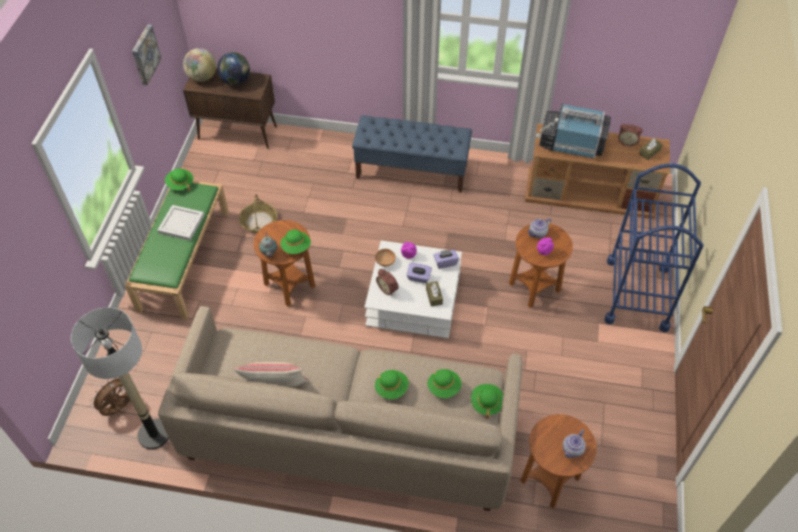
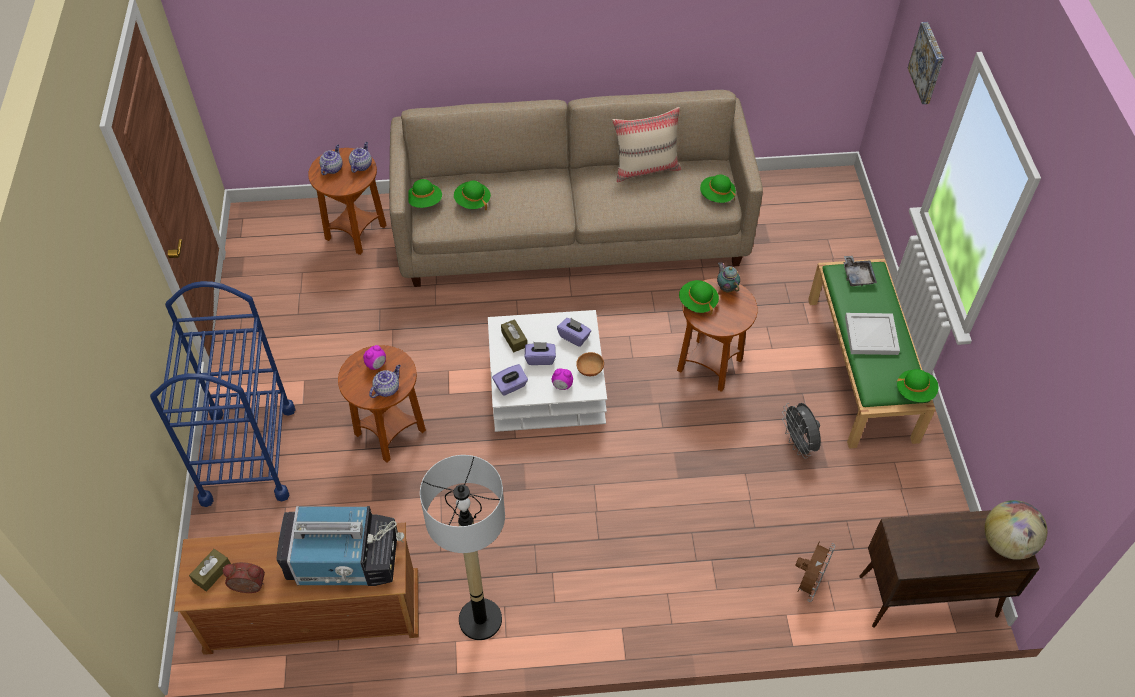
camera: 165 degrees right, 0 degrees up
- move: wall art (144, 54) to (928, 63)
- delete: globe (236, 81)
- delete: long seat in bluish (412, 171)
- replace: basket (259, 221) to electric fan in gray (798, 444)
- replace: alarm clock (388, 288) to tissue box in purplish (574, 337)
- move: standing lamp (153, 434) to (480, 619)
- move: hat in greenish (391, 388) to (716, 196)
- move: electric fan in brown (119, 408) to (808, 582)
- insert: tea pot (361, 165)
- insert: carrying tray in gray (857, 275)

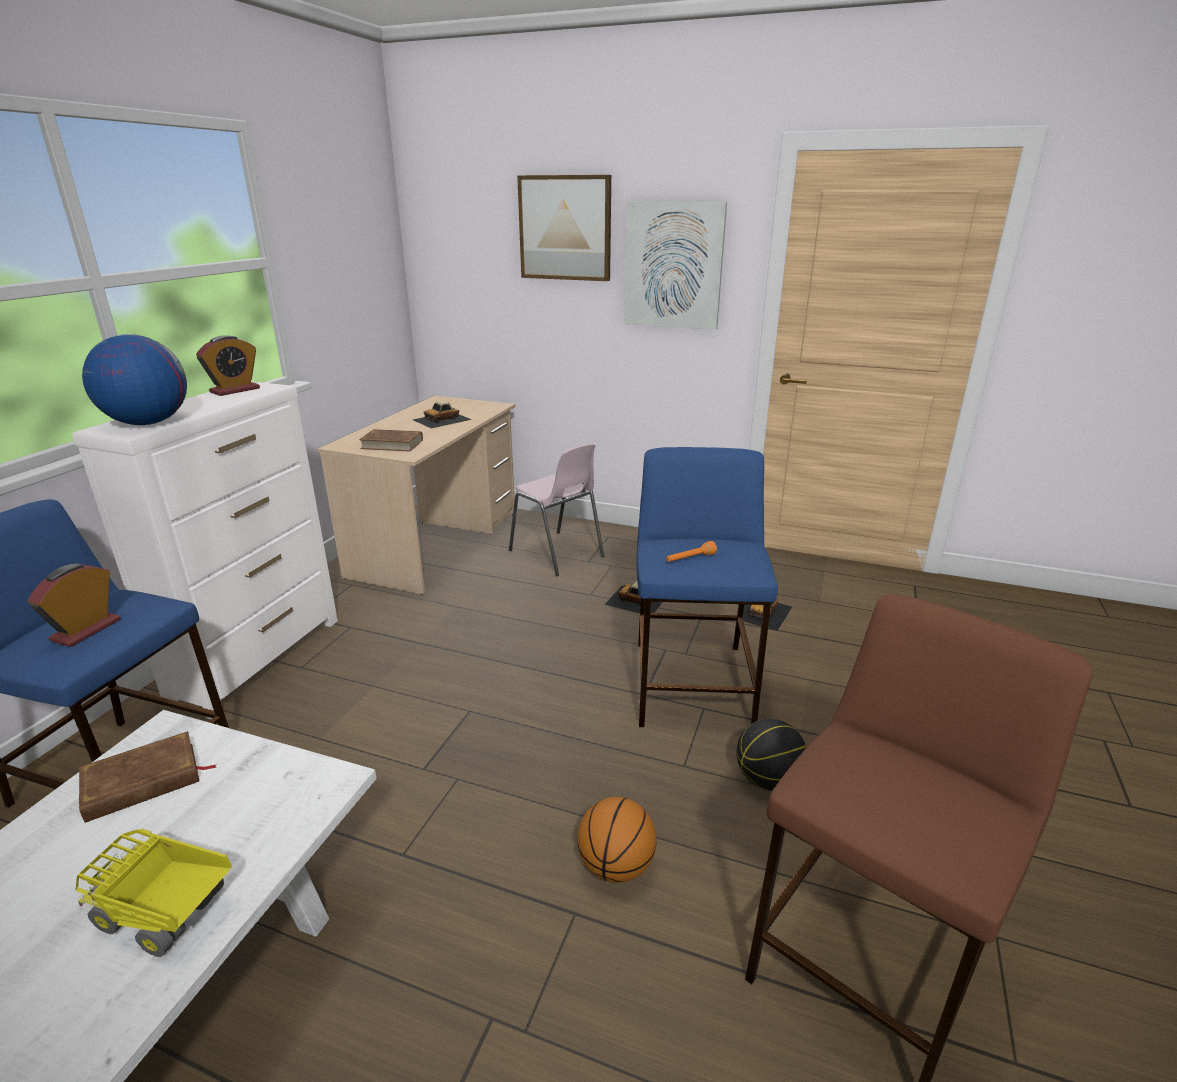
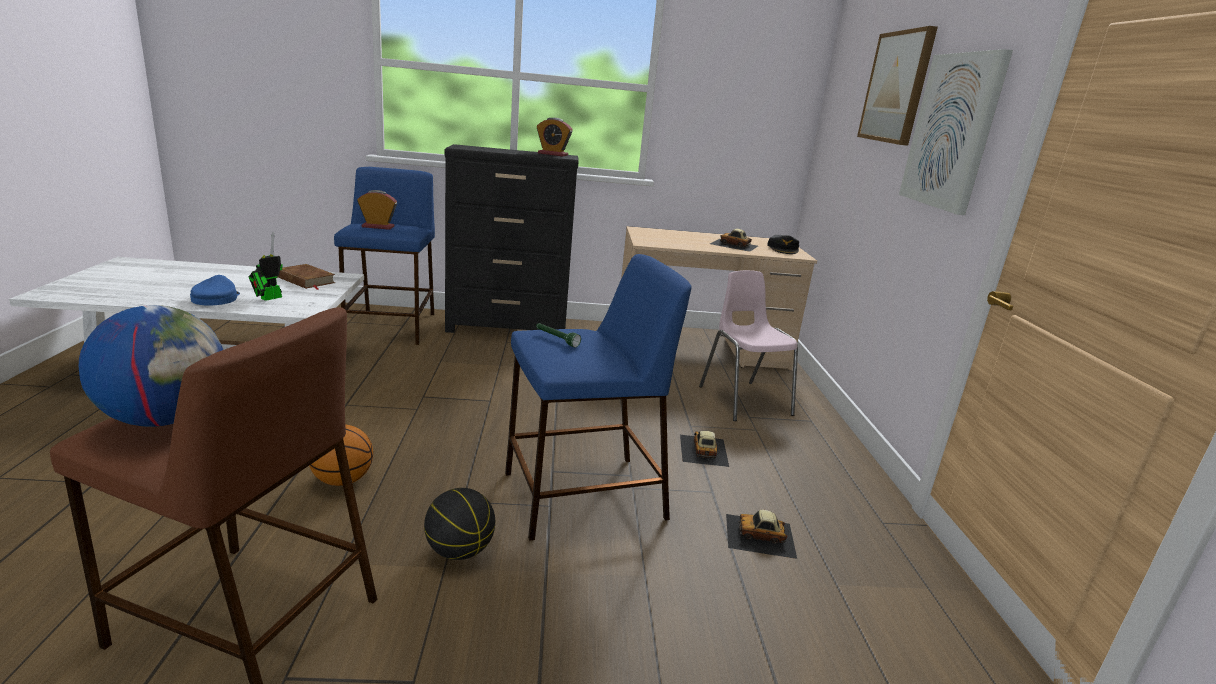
camera: 65 degrees right, 5 degrees down
- move: globe (147, 423) to (165, 419)
- recolor: drawer chest in white (260, 658) to drawer chest in black-coloured (508, 329)
- delete: volume in brown (392, 444)
- rotate: chair in pink (557, 554) = (744, 400) 135 degrees clockwise
- recolor: flashlight in orangey (690, 559) to flashlight in greenish (556, 339)
- replace: model truck (165, 914) to cap in bluish (215, 298)
- insert: toy robot (268, 298)
- insert: cap in black-coloured (783, 249)

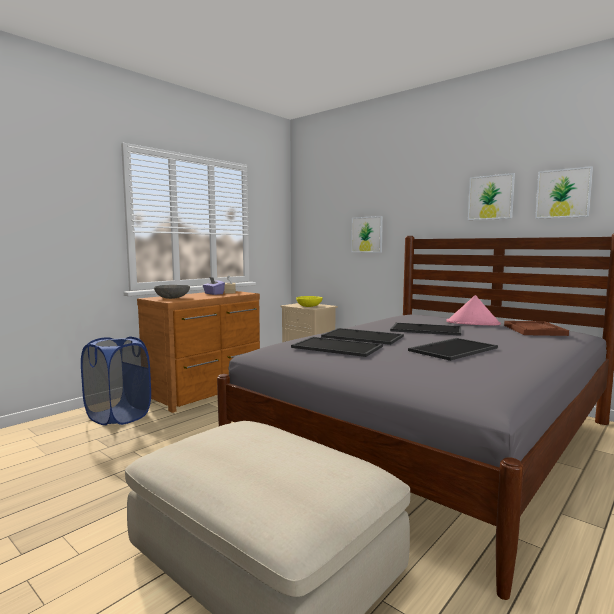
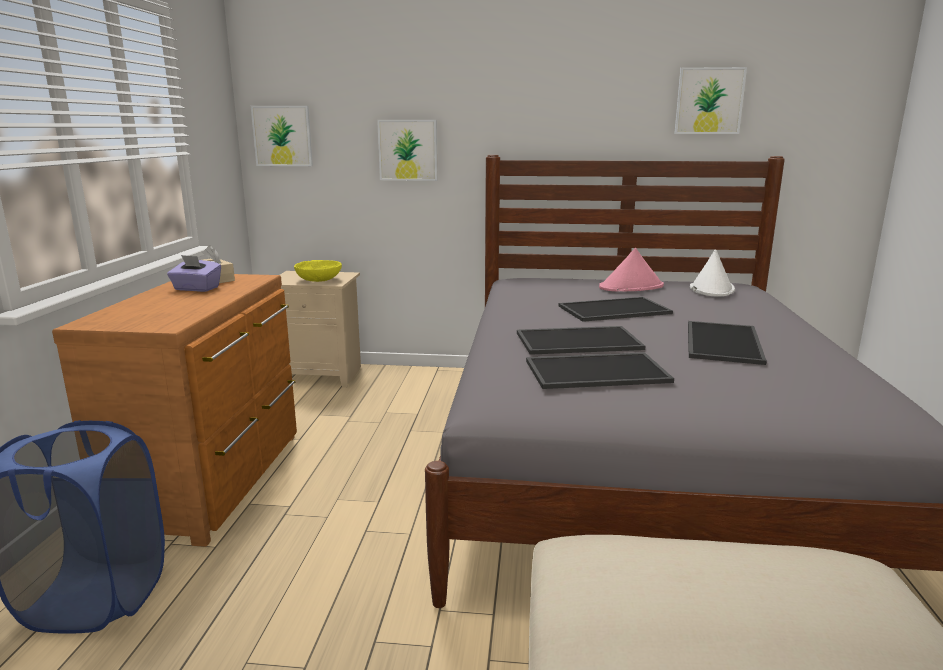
camera: 35 degrees left, 10 degrees up
- move: wall art (491, 197) to (282, 136)
- delete: serving bowl in gray (172, 298)
- replace: carrying tray in brown (534, 330) to hat in white (711, 289)

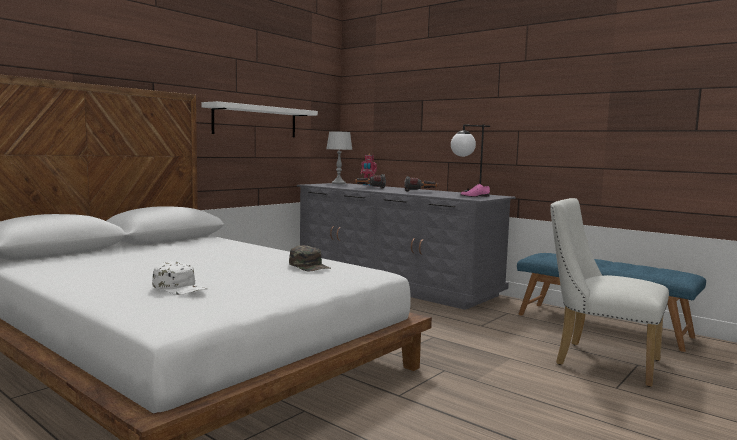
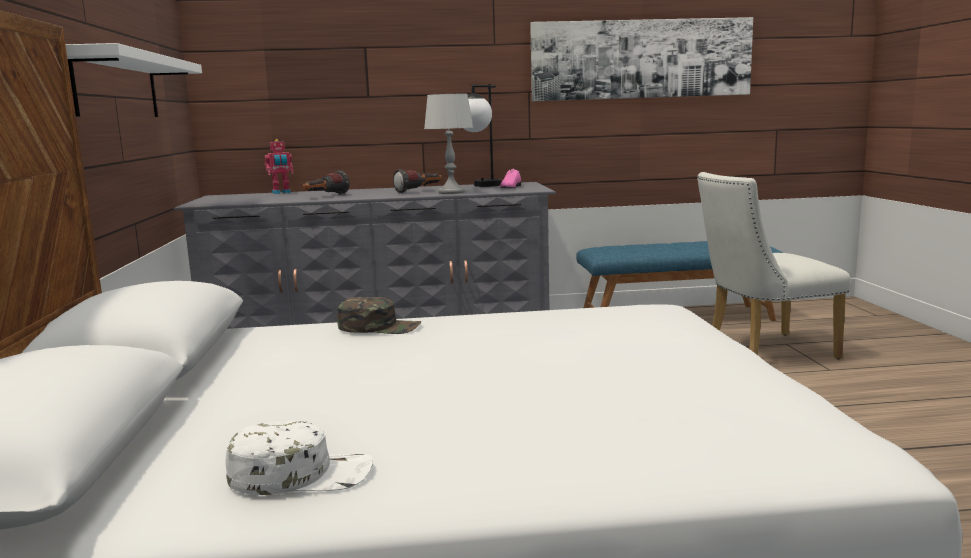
camera: 45 degrees left, 5 degrees up
- move: table lamp in gray (338, 183) to (451, 192)
- move: cap in greenish (309, 266) to (379, 327)
- move: cap in white (179, 287) to (301, 474)
- insert: wall art (641, 59)

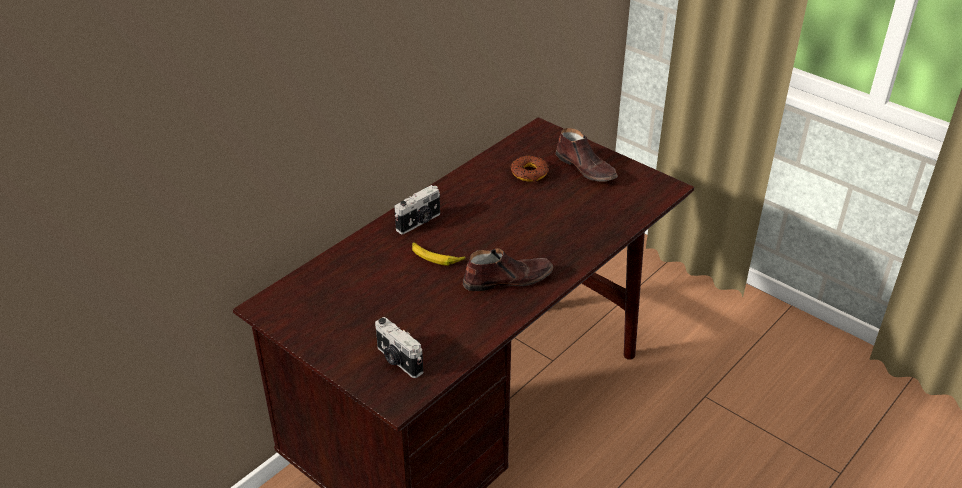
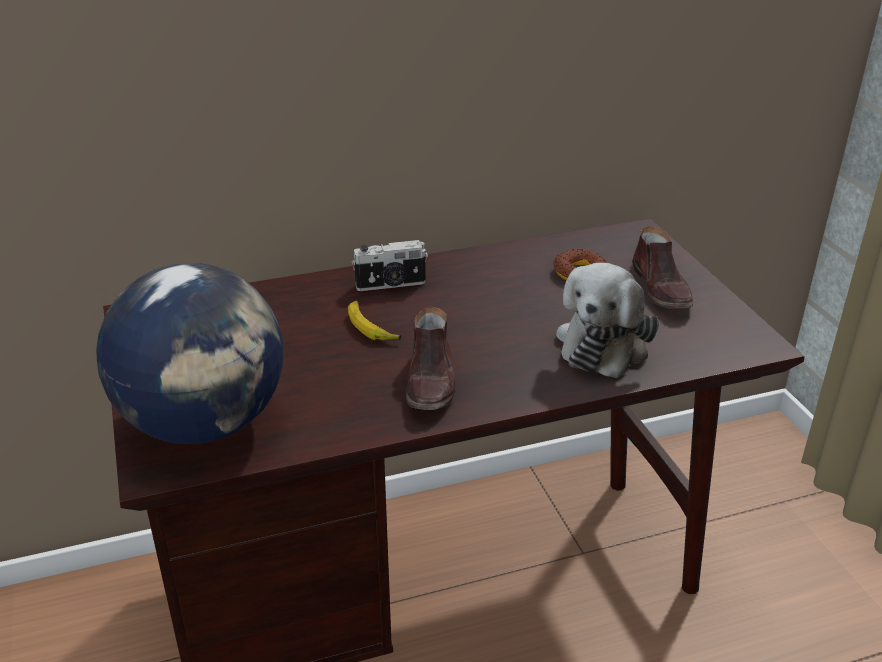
camera: 30 degrees right, 5 degrees down
- rotate: shoe in brown (507, 279) = (431, 381) 75 degrees clockwise
- replace: photo camera (398, 361) to globe (204, 424)
- insert: cuddly toy (605, 342)

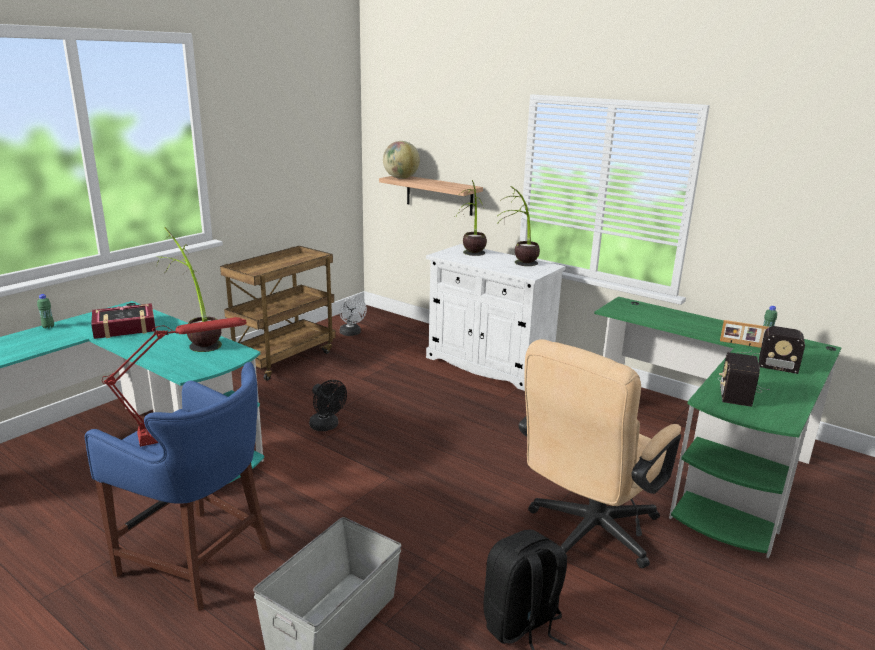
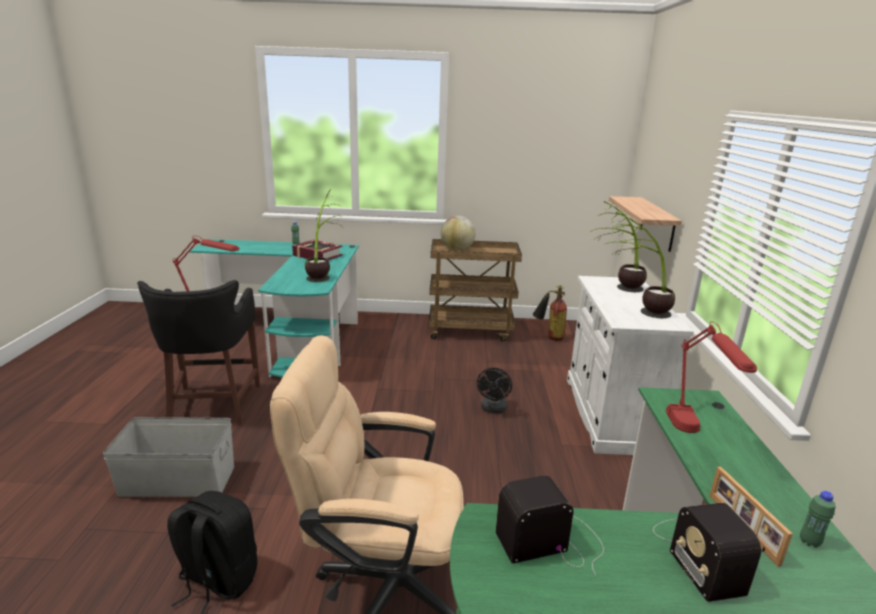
camera: 55 degrees right, 0 degrees up
- move: globe (401, 178) to (457, 250)
- replace: electric fan in white (351, 333) to extinguisher (549, 337)
- recolor: sitting stool in bluish (200, 560) to sitting stool in black-coloured (213, 406)
- move: electric fan in black-coloured (327, 426) to (493, 409)
- insert: table lamp in red (692, 436)

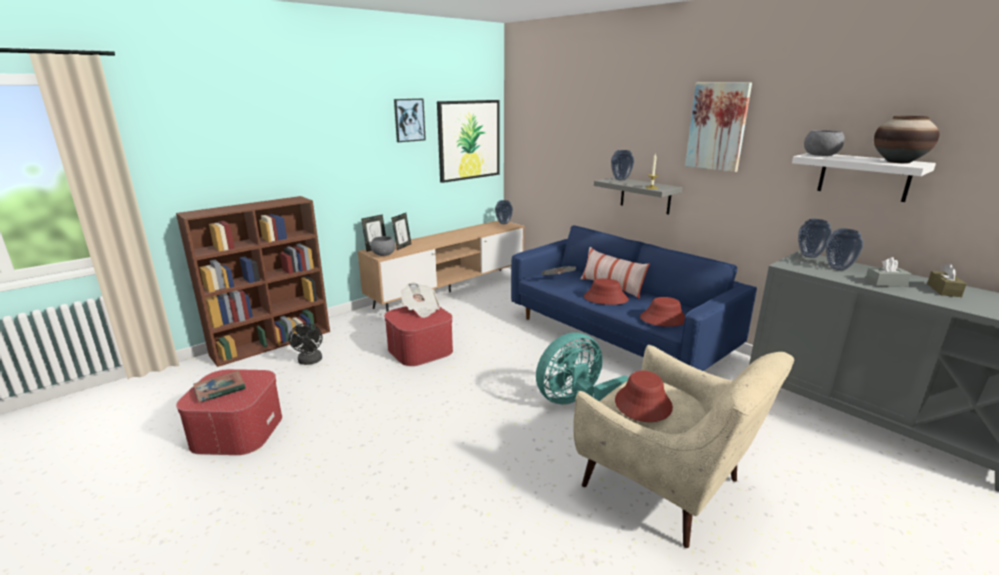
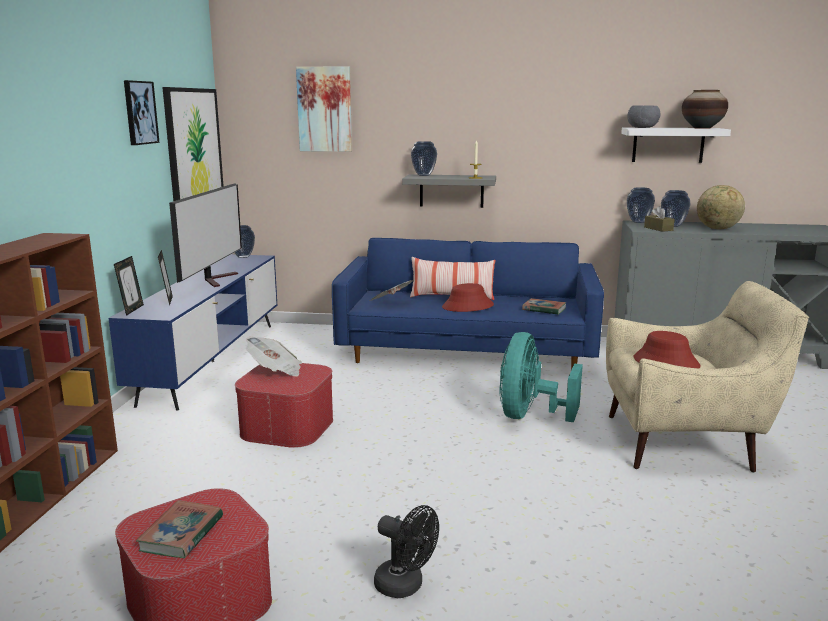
camera: 40 degrees left, 5 degrees down
- move: wall art (717, 126) to (325, 109)
- recolor: tv stand in brown (450, 291) to tv stand in bluish (213, 361)
- delete: serving bowl in gray (384, 254)
- replace: tissue box in gray (885, 283) to globe (717, 229)
- move: tissue box in brown (943, 290) to (658, 229)
- replace: hat in red (663, 319) to volume (544, 309)
- move: electric fan in black-coloured (310, 361) to (405, 586)
- insert: TV (216, 279)

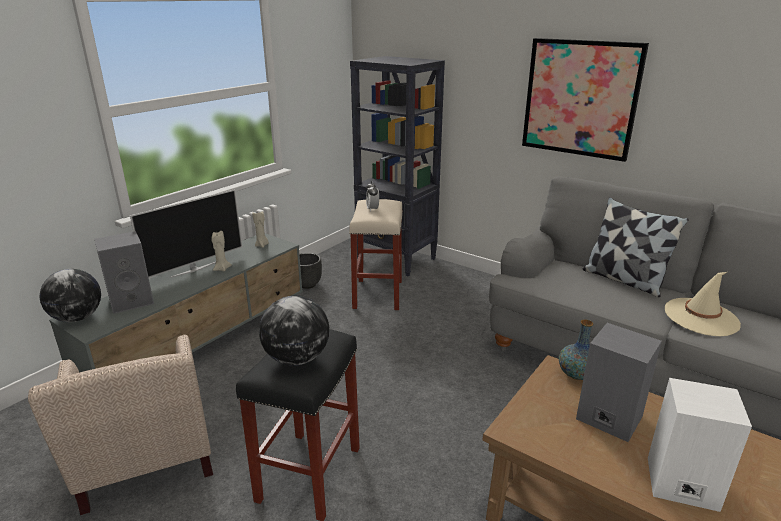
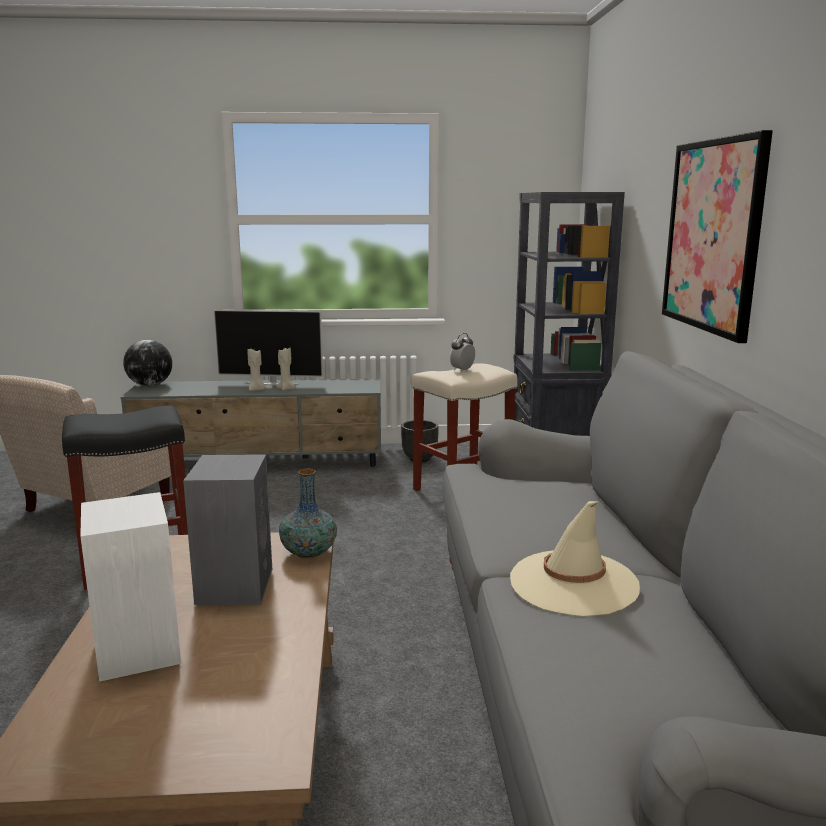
camera: 50 degrees right, 10 degrees down
- delete: pillow (624, 280)
- move: wax candle in beige (262, 245) to (256, 390)
- delete: audio speaker in gray (132, 300)
- delete: globe (297, 358)

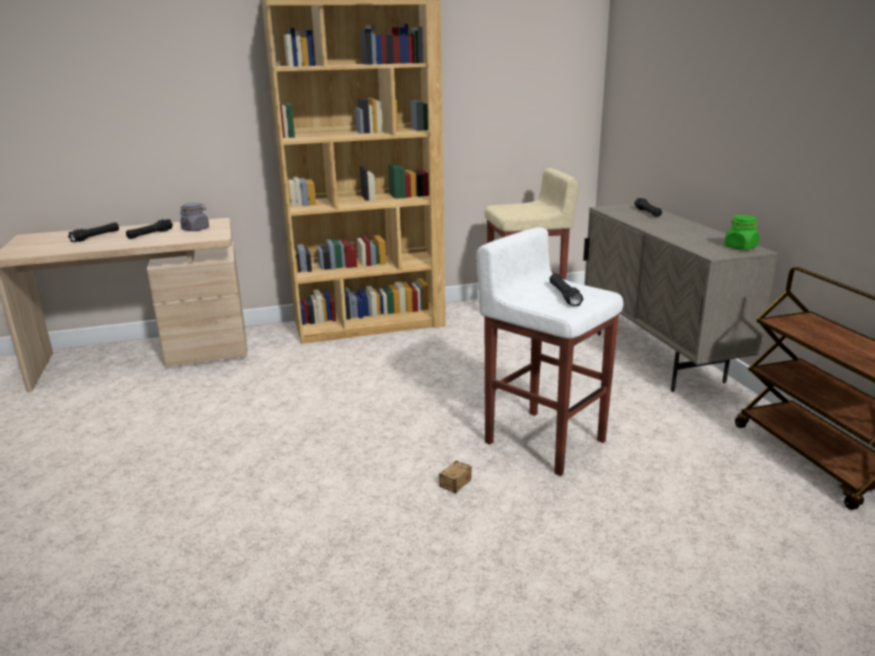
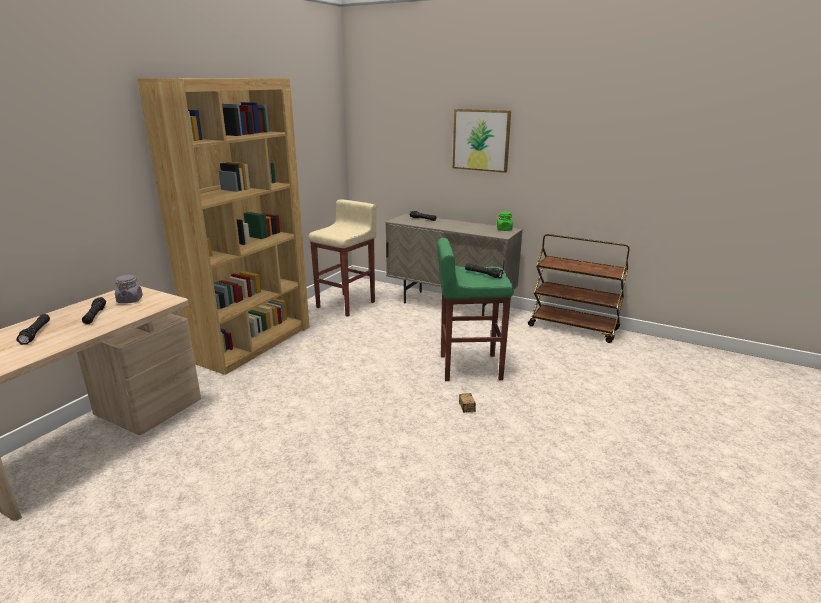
camera: 45 degrees left, 0 degrees up
- recolor: sitting stool in white (544, 440) to sitting stool in greenish (469, 367)
- insert: wall art (481, 140)

